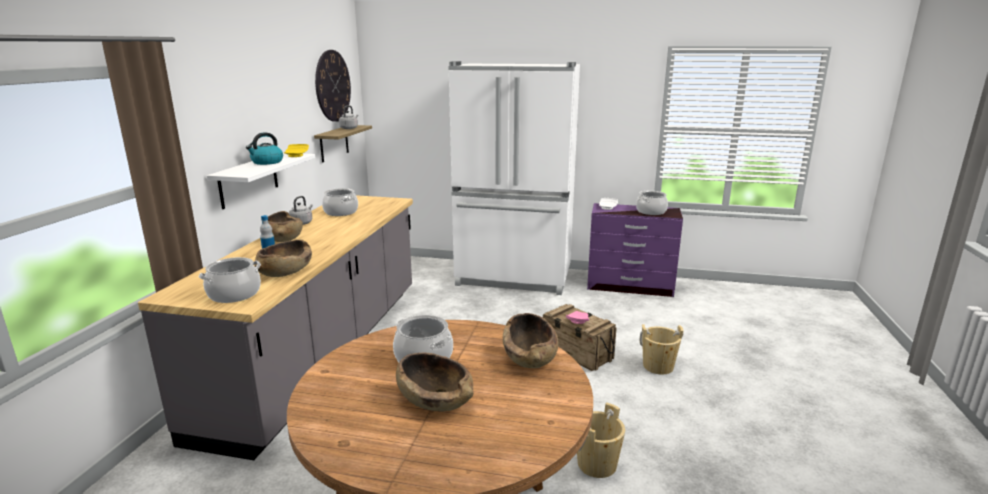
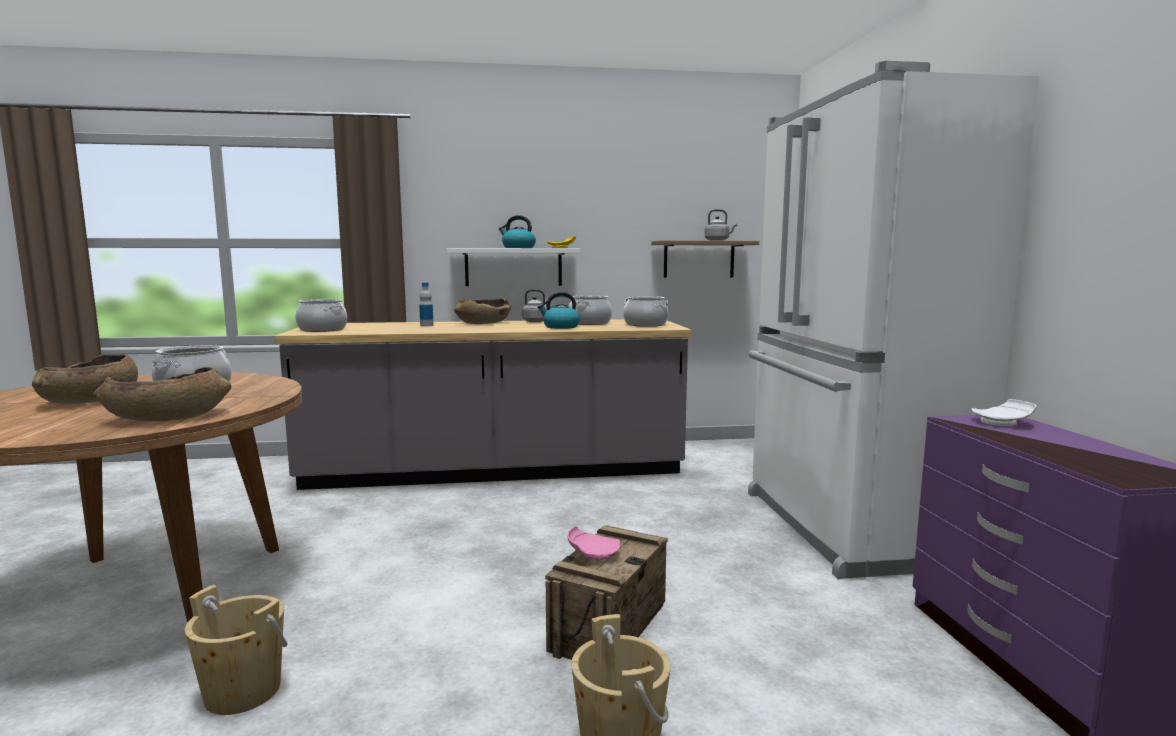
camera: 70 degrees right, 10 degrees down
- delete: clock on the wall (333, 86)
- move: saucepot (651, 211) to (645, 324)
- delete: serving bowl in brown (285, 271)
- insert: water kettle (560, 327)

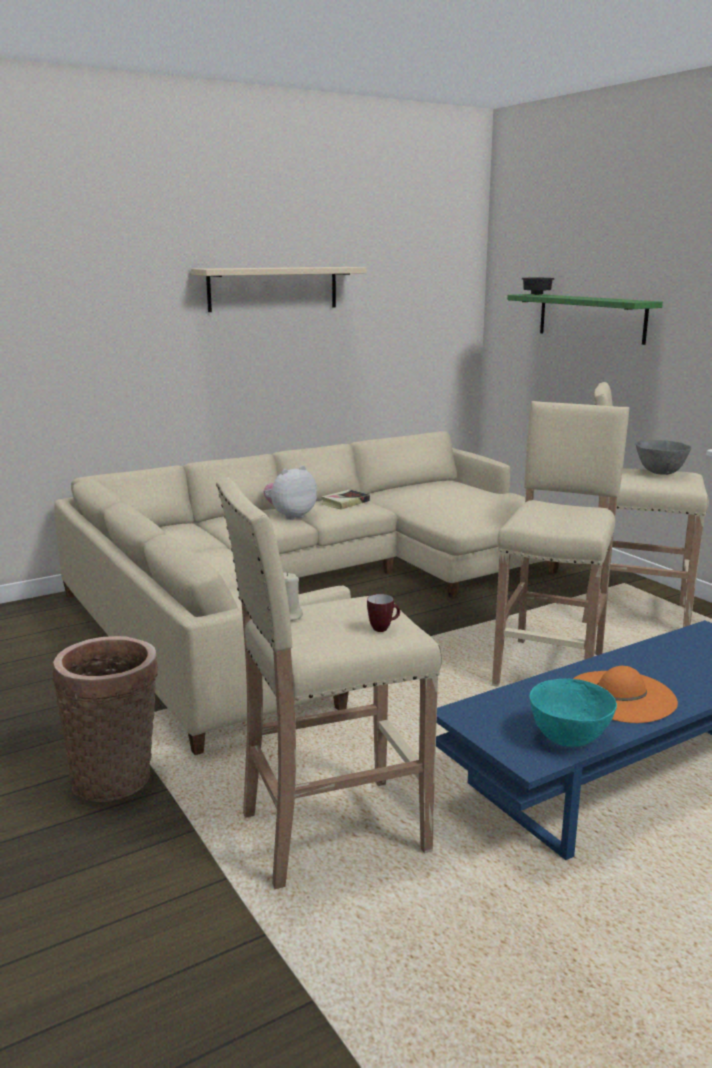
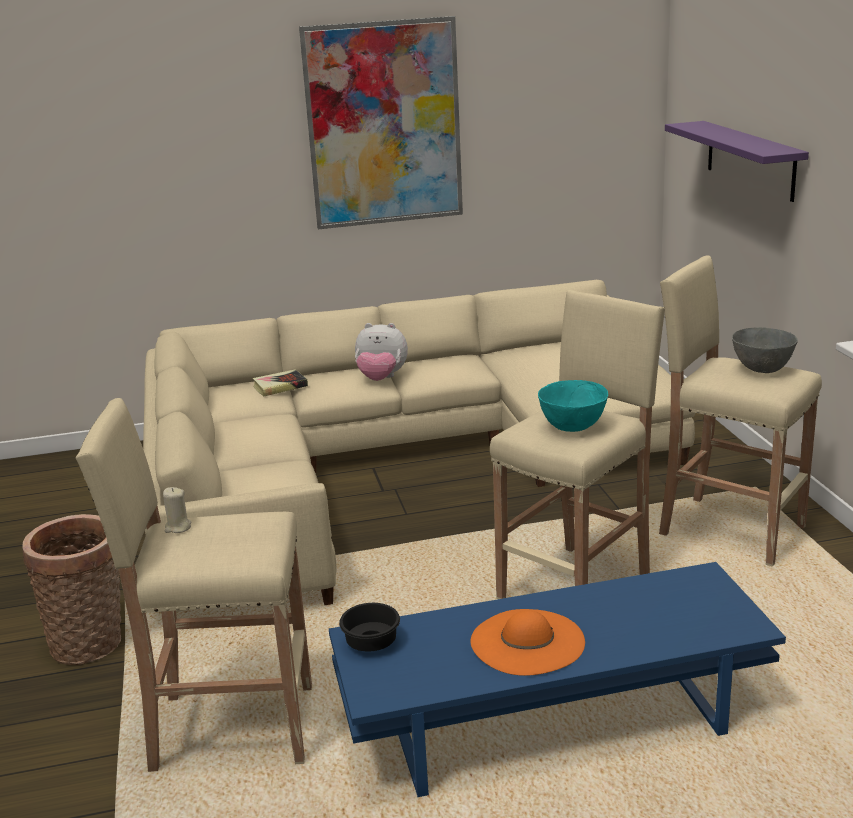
camera: 20 degrees right, 5 degrees up
- replace: shelf in beige (273, 288) to wall art (384, 124)
- move: serving bowl in black-coloured (536, 294) to (370, 645)
- recolor: shelf in greenish (591, 318) to shelf in purplish (750, 159)
- rotate: cuddly toy (290, 516) = (381, 379) 150 degrees counterclockwise
- move: volume (345, 503) to (280, 386)
- delete: mug (383, 628)
- move: serving bowl in blue-green (568, 739) to (572, 428)

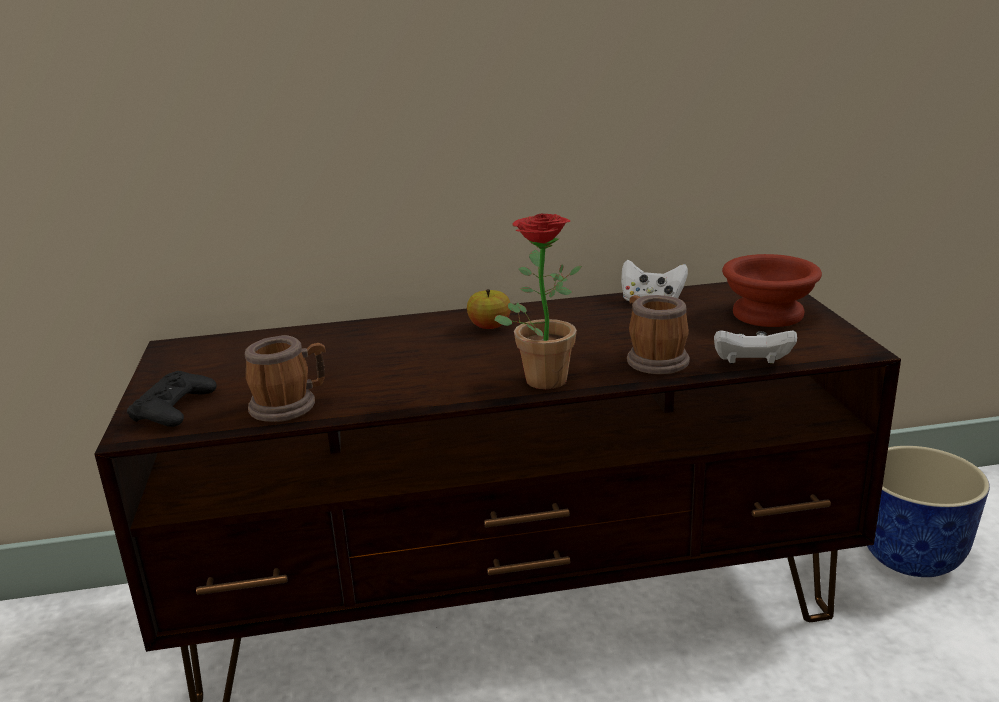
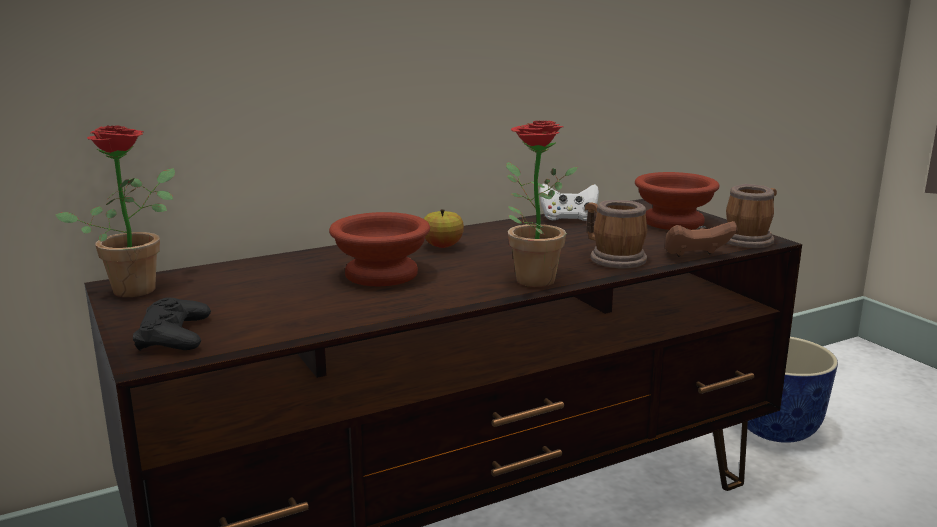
camera: 20 degrees left, 5 degrees down
- recolor: gamepad in white (751, 365) to gamepad in brown (695, 256)
- move: mug (290, 405) to (750, 239)
- insert: potted plant (139, 287)
- insert: serving bowl in brown (383, 273)

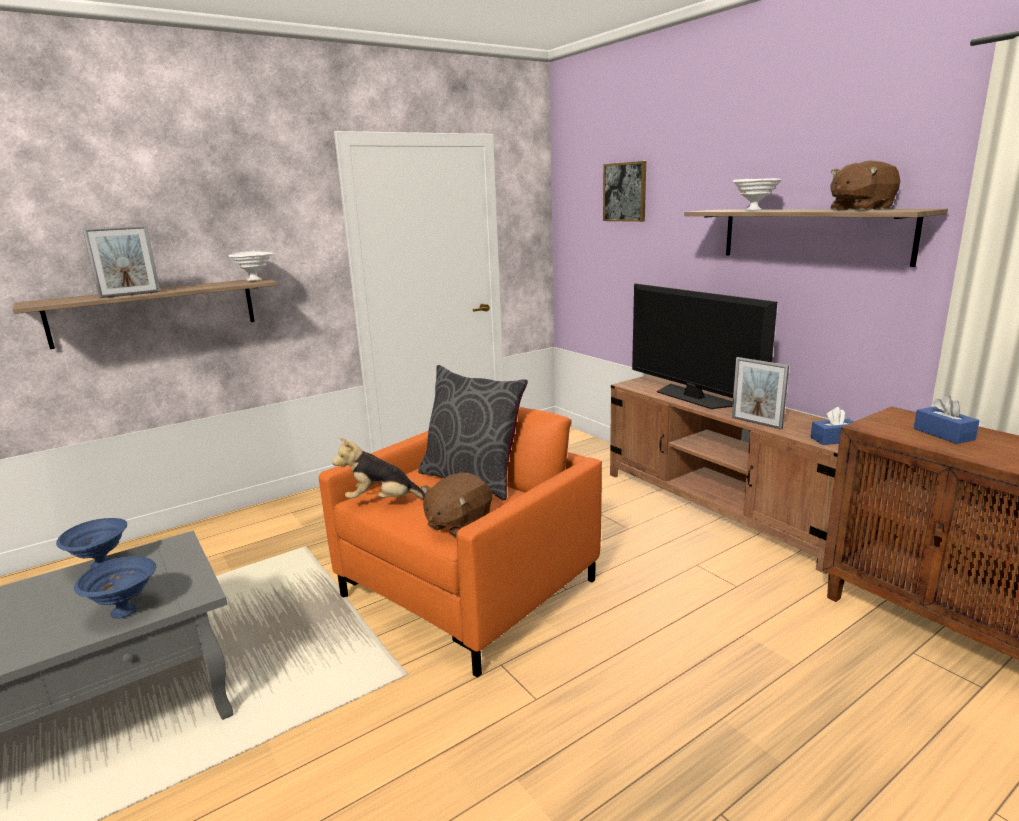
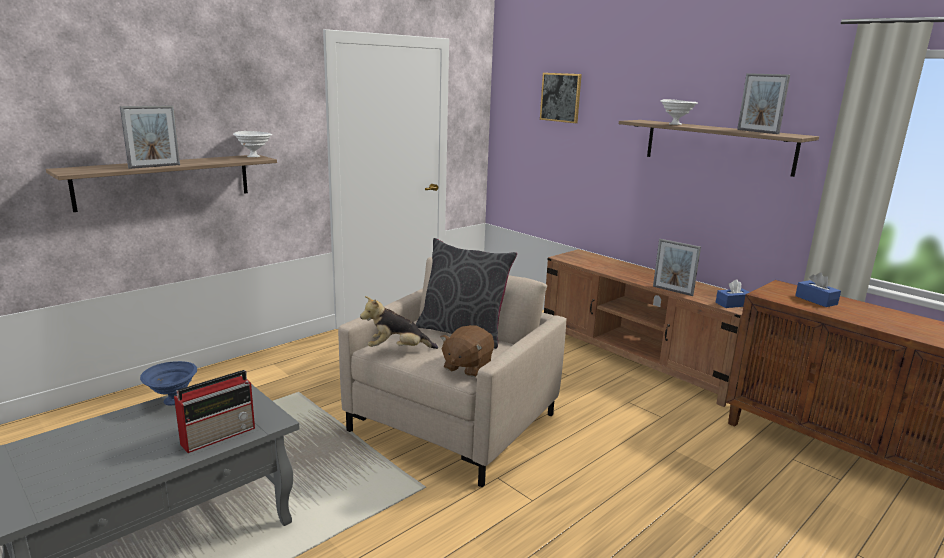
camera: 10 degrees left, 0 degrees up
- replace: cuddly toy in brown (860, 209) to photo frame (757, 132)
- delete: TV (693, 397)
- recolor: lounge chair in orangey (469, 589) to lounge chair in beige (454, 423)
- replace: serving bowl in bluish (126, 611) to radio (219, 435)

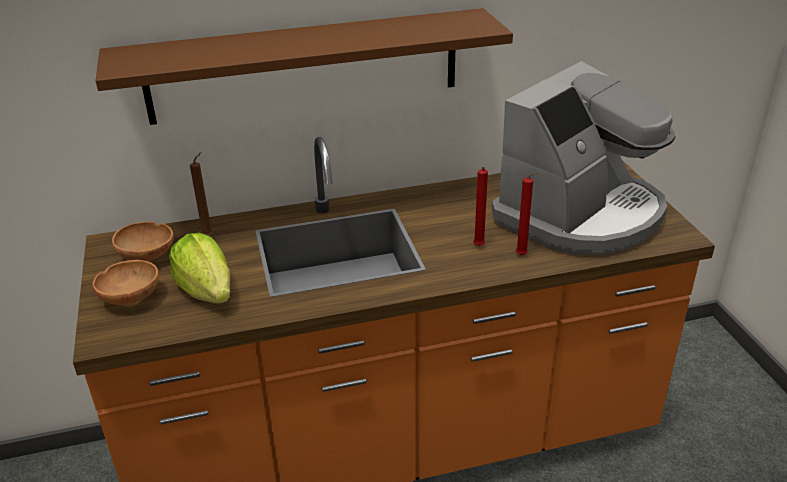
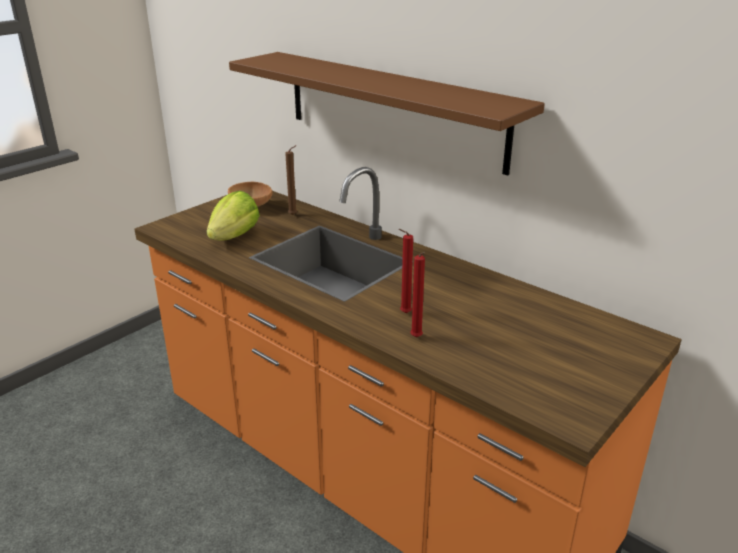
camera: 55 degrees right, 5 degrees down
- delete: coffee maker (581, 215)
- delete: serving bowl in brown (131, 297)

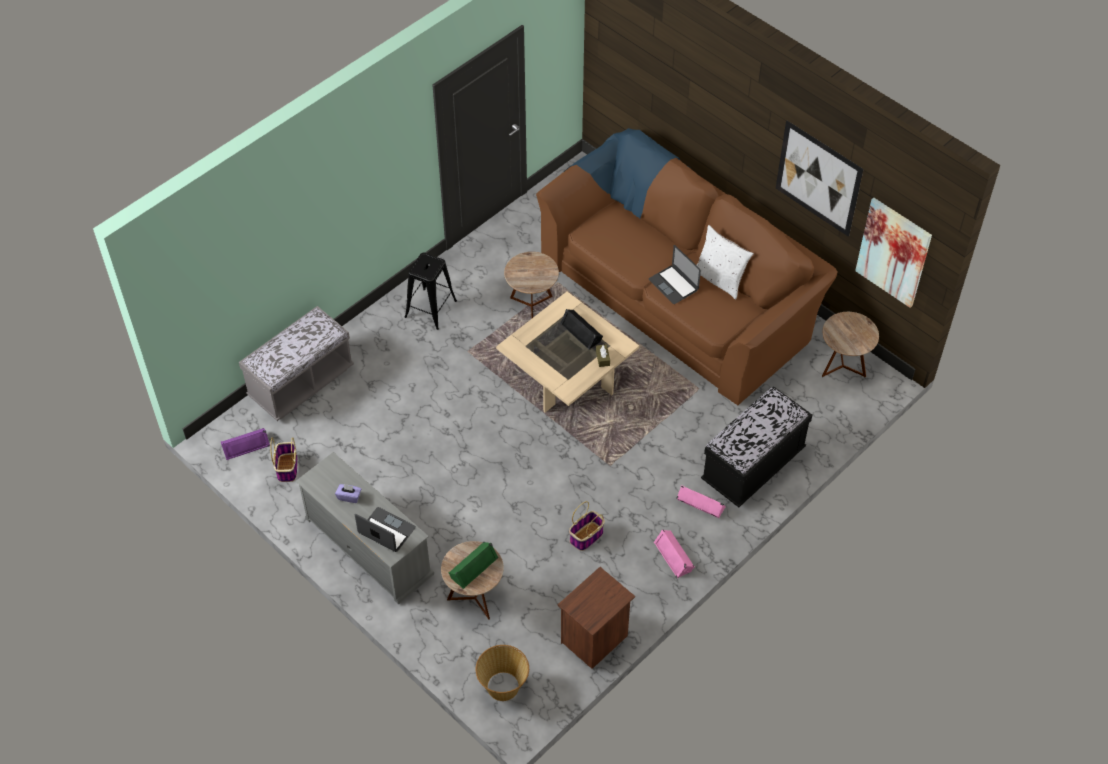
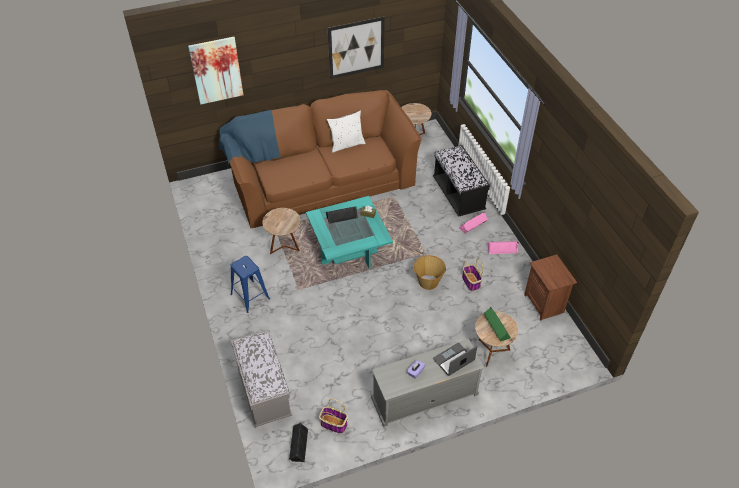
camera: 65 degrees left, 5 degrees down
- move: wall art (893, 252) to (216, 70)
- delete: portable computer (673, 284)
- recolor: sitting stool in black-coloured (430, 309) to sitting stool in bluish (250, 297)
- recolor: coffee table in beige (567, 376) to coffee table in blue-green (349, 249)
- recolor: audio speaker in purplish (245, 445) to audio speaker in black-coloured (298, 445)
- move: basket (503, 685) to (428, 282)

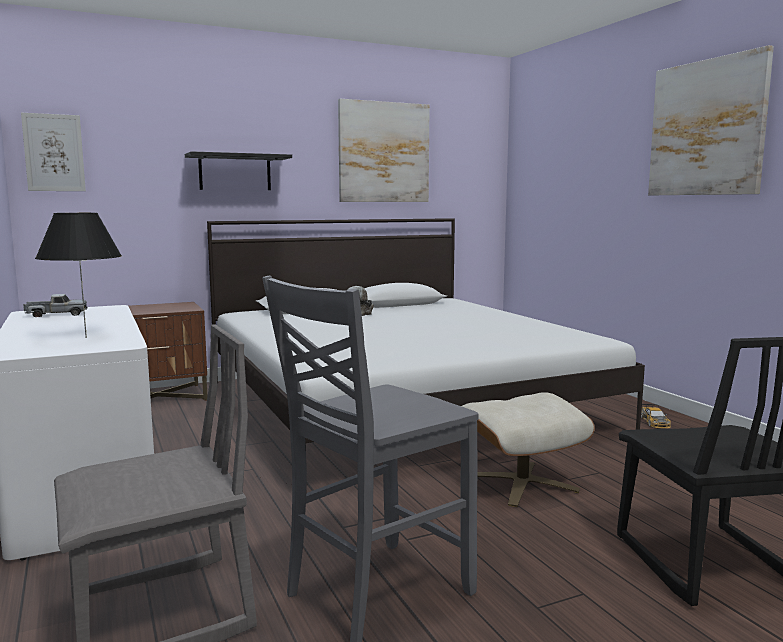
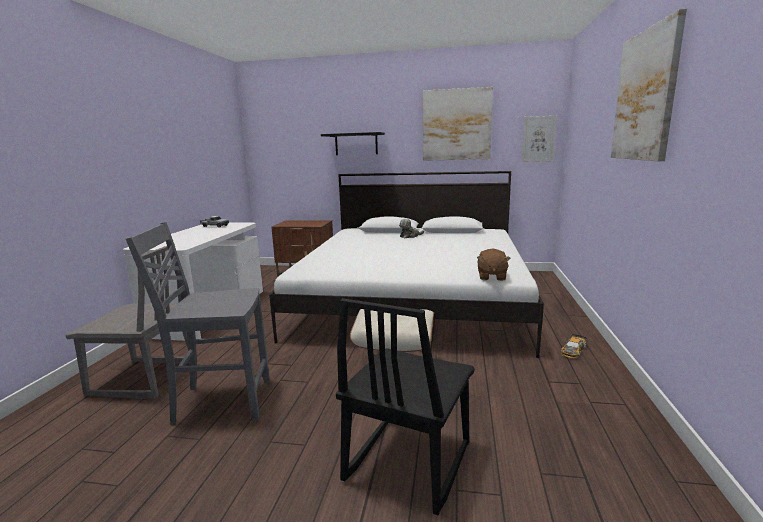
camera: 35 degrees right, 5 degrees up
- move: wall art (54, 153) to (538, 139)
- delete: table lamp in black-coloured (86, 337)
- insert: cuddly toy in brown (491, 277)

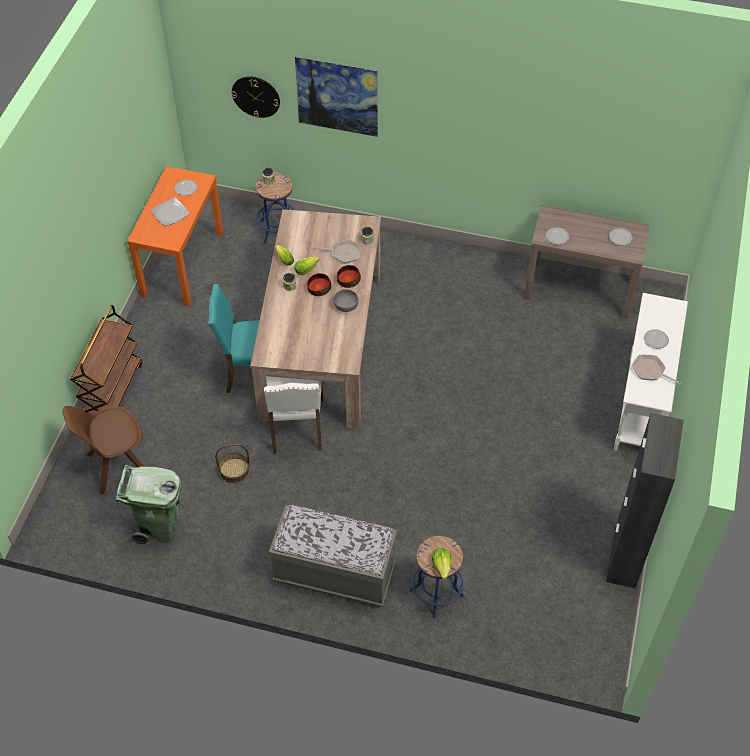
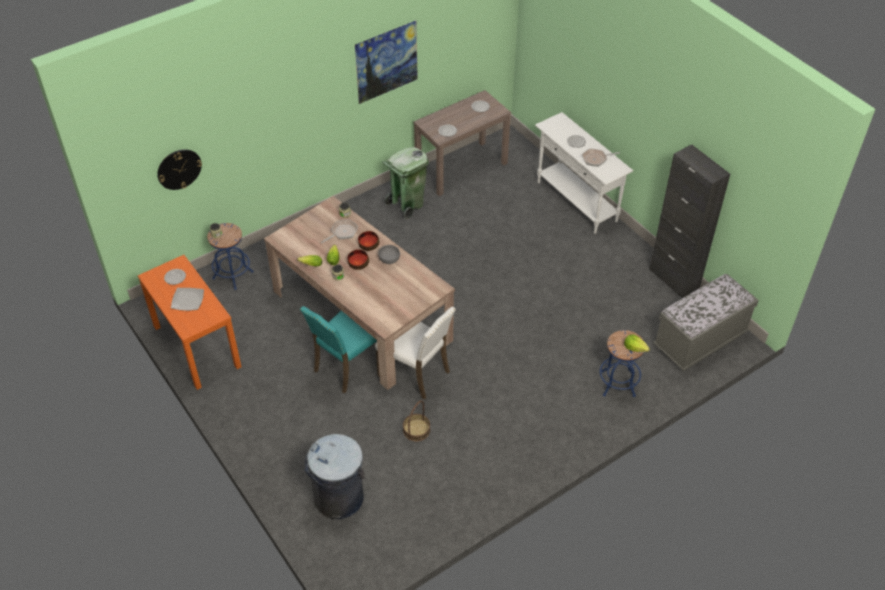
camera: 50 degrees left, 5 degrees down
- move: wall art (337, 113) to (387, 77)
- delete: trolley in brown (112, 390)
- replace: chair in brown (117, 466) to trash can in gray (339, 498)
- move: trash can in greenish (160, 526) to (407, 204)
- move: long seat in gray (334, 573) to (700, 340)

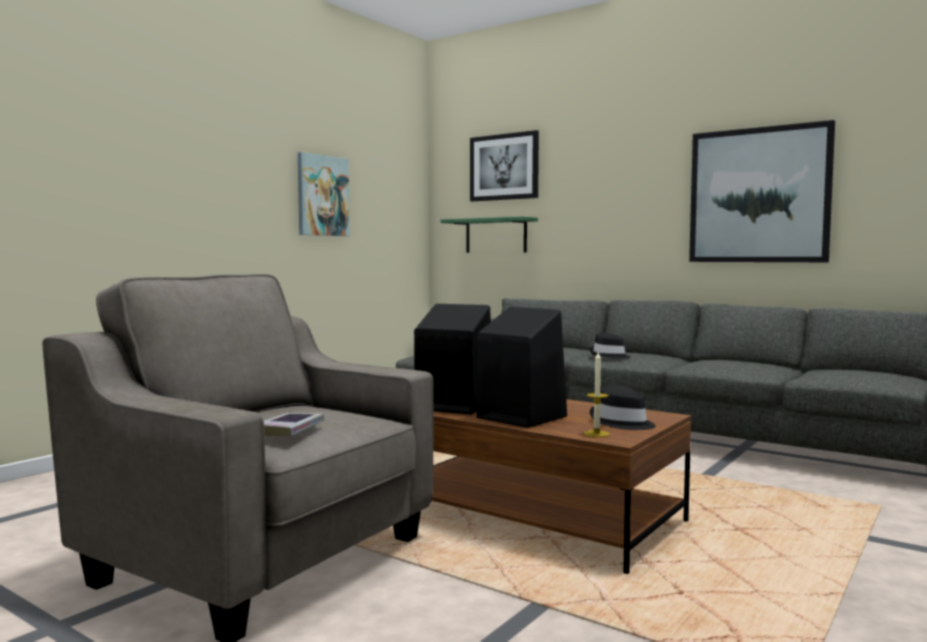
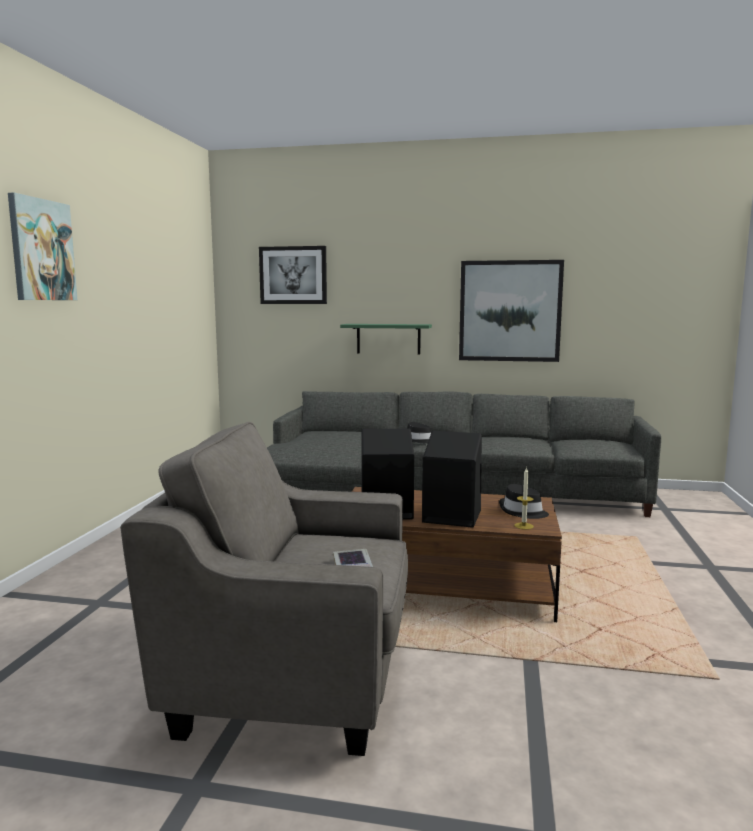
camera: 25 degrees left, 5 degrees up
- move: wall art (322, 196) to (41, 250)
- move: shelf in greenish (496, 235) to (388, 339)

